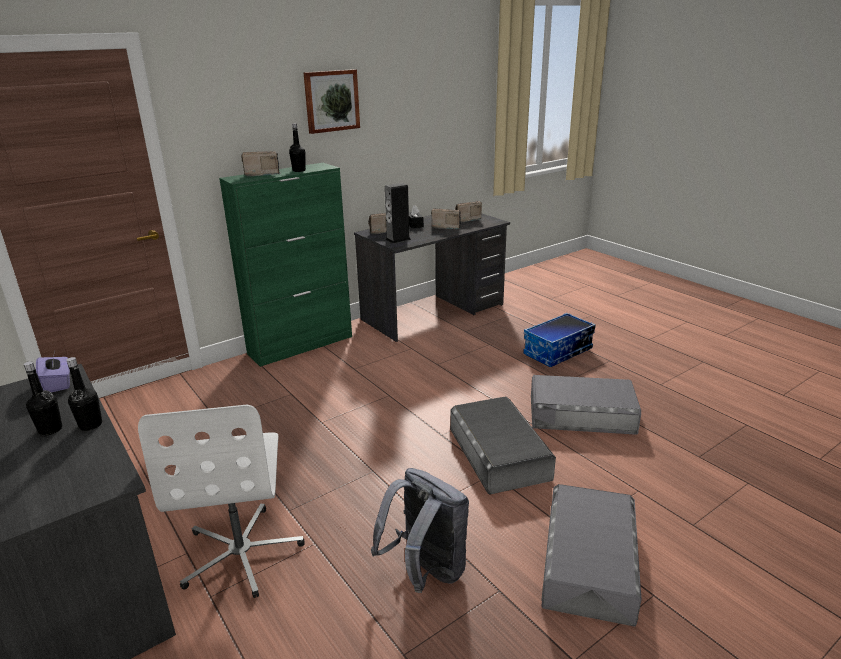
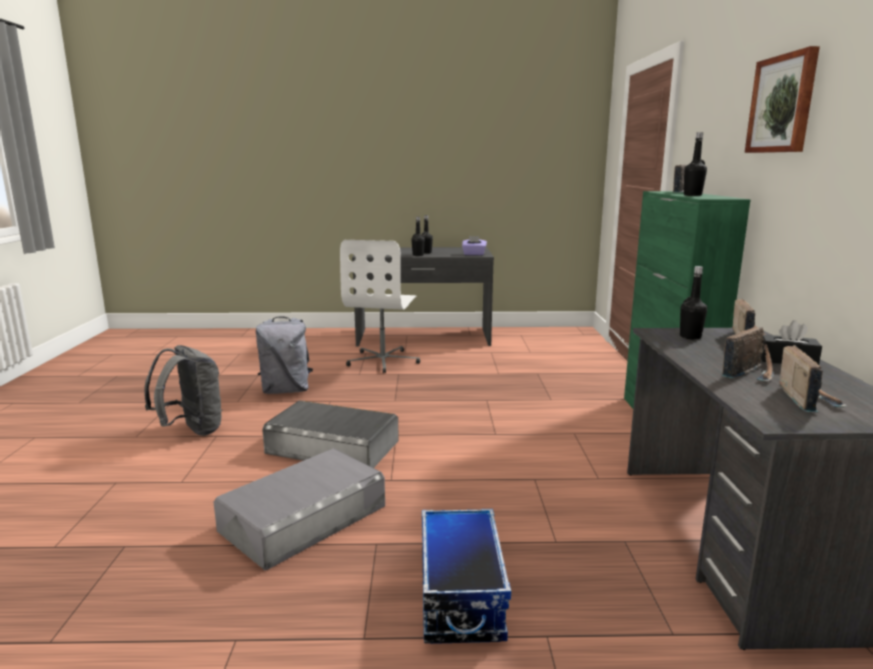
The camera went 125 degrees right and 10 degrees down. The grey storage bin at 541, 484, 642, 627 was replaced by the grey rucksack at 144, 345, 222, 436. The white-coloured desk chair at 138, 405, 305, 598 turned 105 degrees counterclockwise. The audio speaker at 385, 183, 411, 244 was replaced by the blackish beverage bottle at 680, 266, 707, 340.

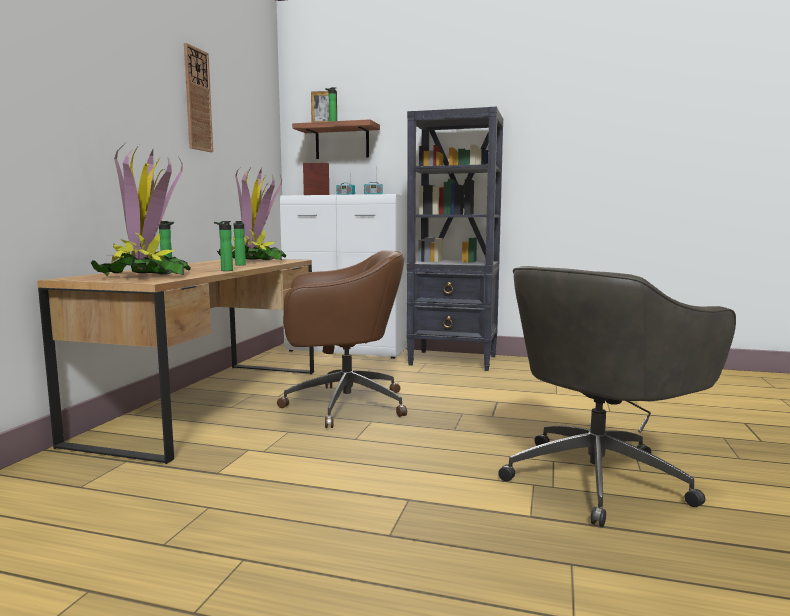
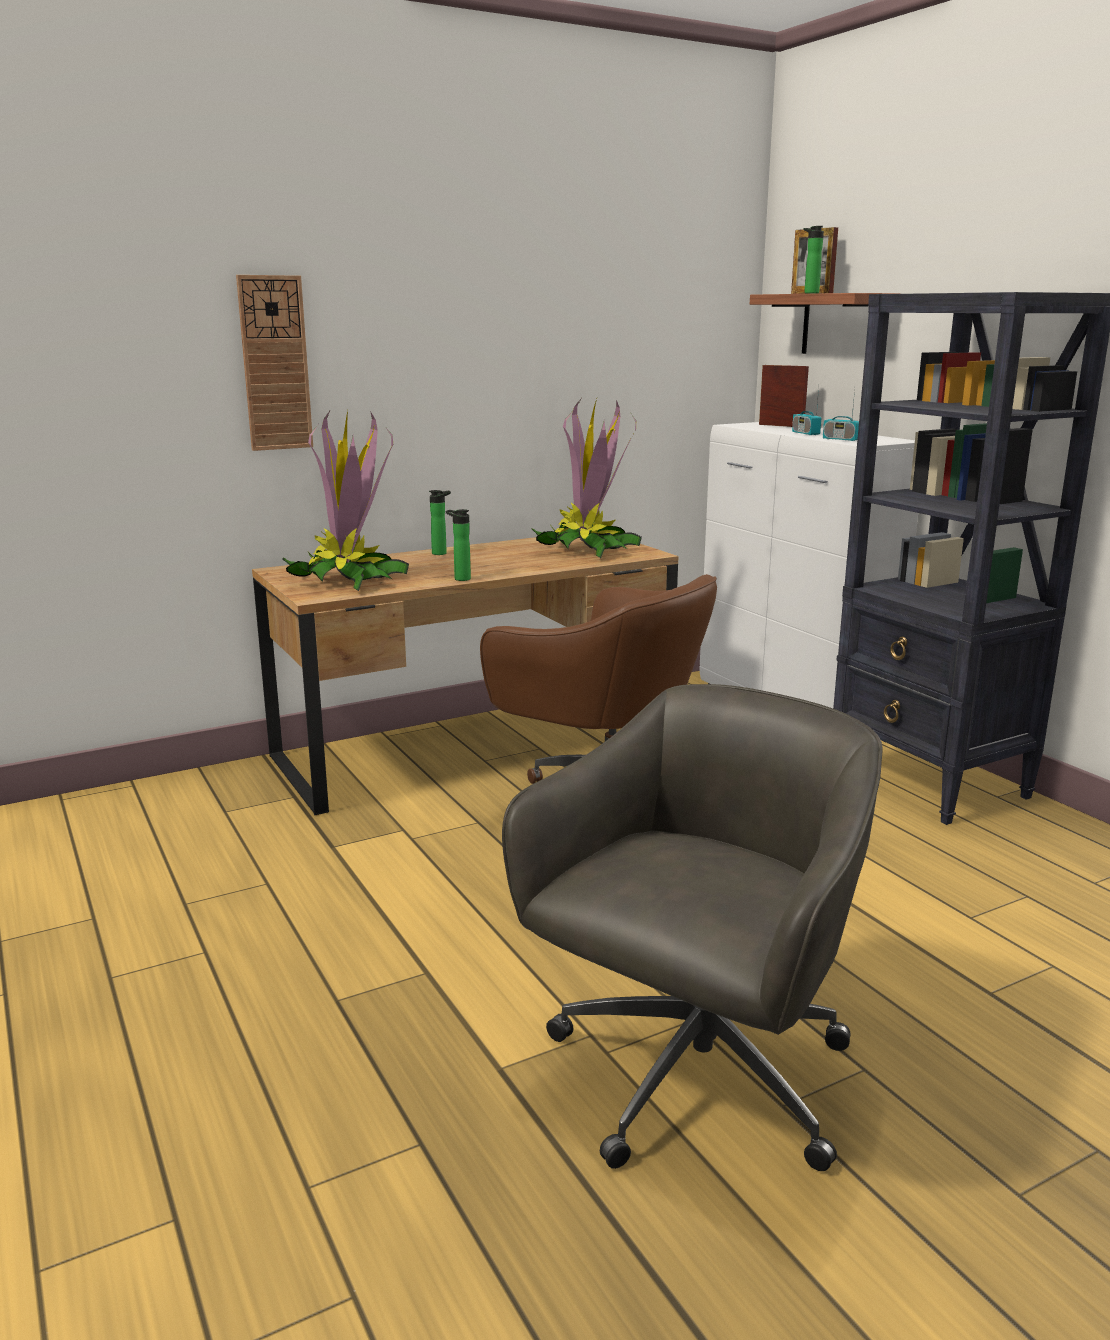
The camera went 45 degrees right and 10 degrees up. The hanging clock moved from 184, 43, 213, 152 to 236, 275, 313, 451. The grey desk chair at 498, 266, 736, 527 turned 120 degrees clockwise. The beverage bottle at 234, 221, 246, 266 disappeared.

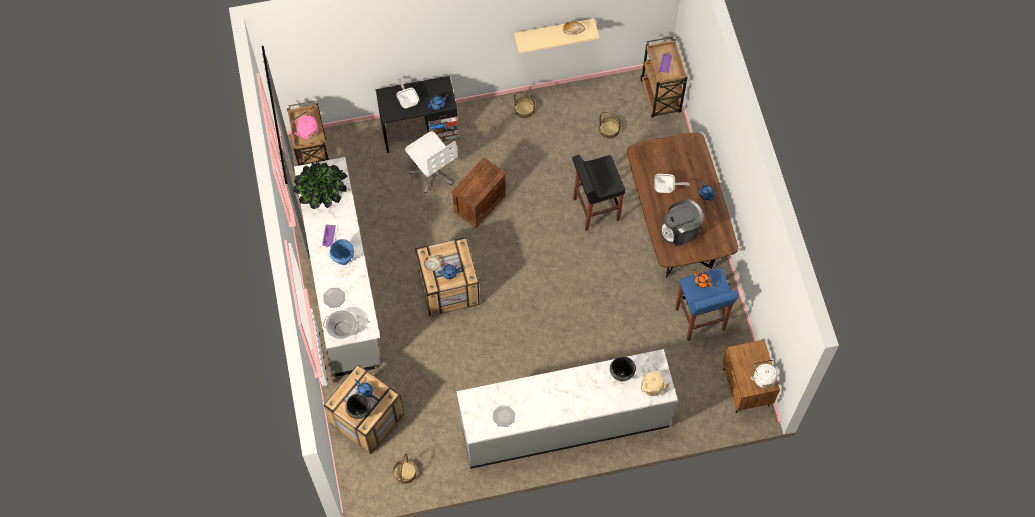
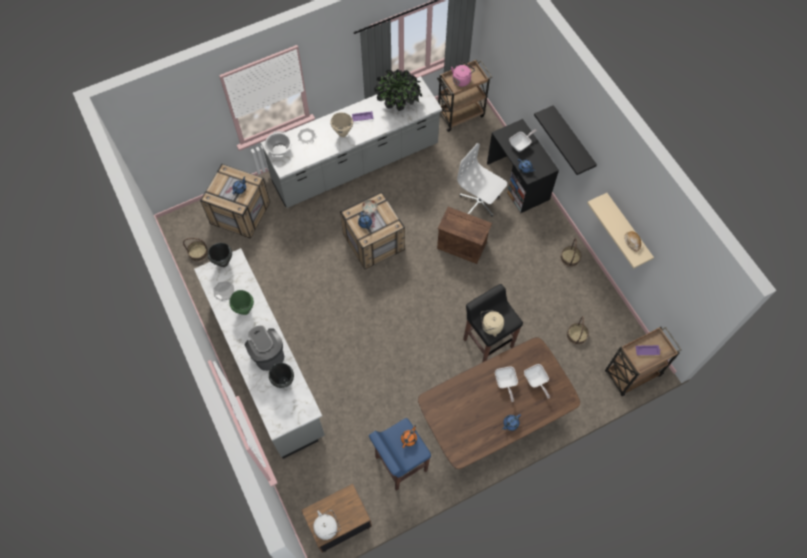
The camera went 75 degrees right and 0 degrees up. The blackish saucepot moved from 346, 394, 371, 419 to 208, 243, 232, 267. The green-coloured saucepot at 229, 290, 254, 315 appeared. The coffee machine moved from 661, 199, 703, 246 to 244, 326, 284, 371. The blue-coloured saucepot at 330, 239, 354, 265 became the beige-coloured saucepot at 330, 112, 353, 137. The white-coloured desk chair at 405, 131, 458, 193 turned 90 degrees clockwise. The beige-coloured tea kettle moved from 641, 371, 670, 396 to 481, 310, 504, 337. The skillet at 524, 364, 550, 399 appeared. The blackish wall shelf at 534, 105, 597, 175 appeared.

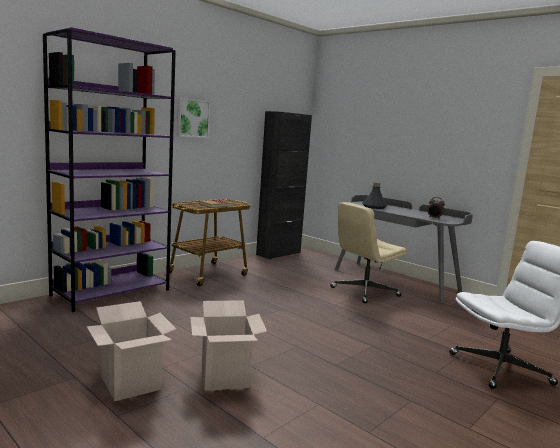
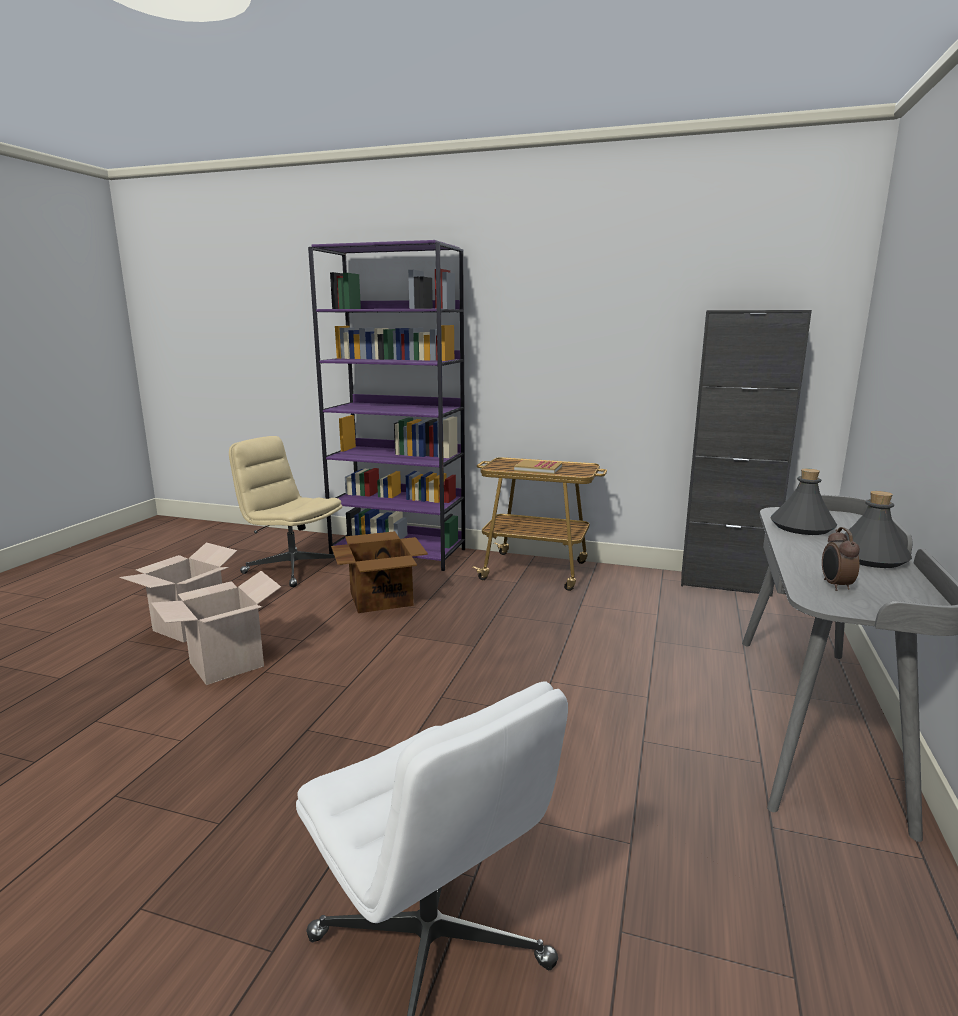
The camera went 65 degrees right and 5 degrees up. The beige-coloured desk chair moved from 331, 202, 407, 303 to 229, 436, 343, 587. The carton at 331, 531, 428, 613 appeared. The grey beverage bottle at 845, 491, 912, 568 appeared. The wall picture at 177, 98, 210, 138 disappeared.

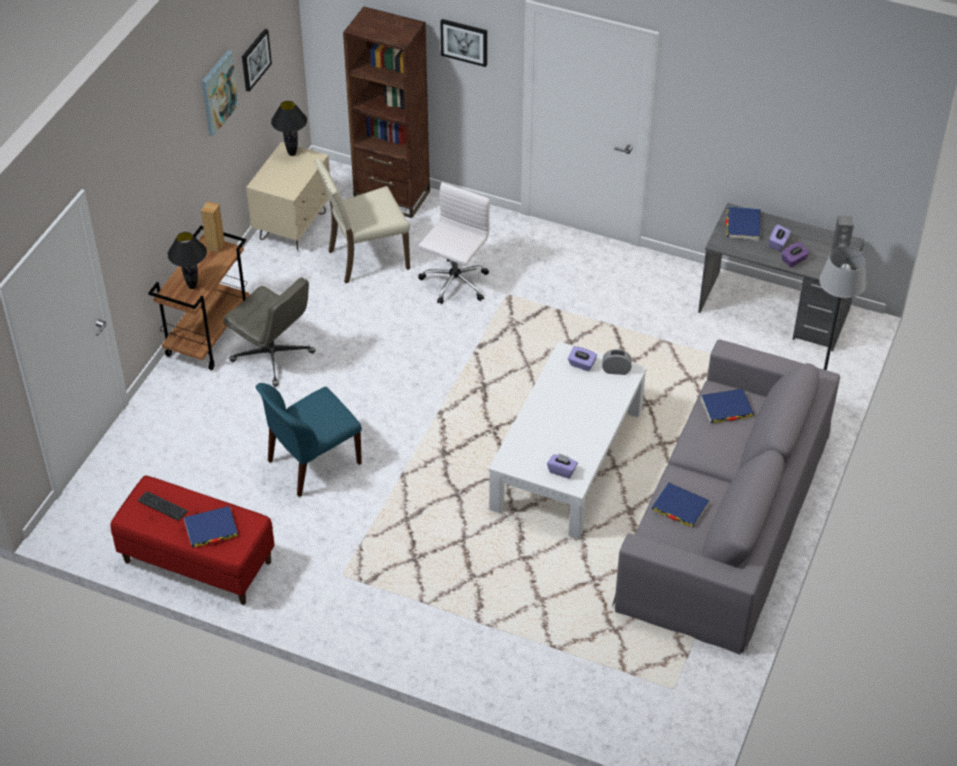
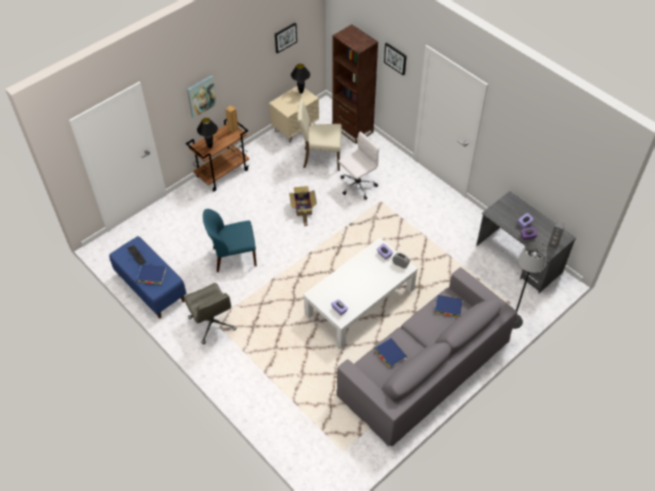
The camera went 25 degrees right and 5 degrees up. The red long seat at 110, 476, 275, 605 became the blue-coloured long seat at 109, 236, 186, 319. The grey desk chair moved from 224, 277, 315, 387 to 184, 283, 237, 344. The wall picture moved from 202, 50, 239, 136 to 187, 75, 217, 118. The carton at 289, 186, 317, 226 appeared. The blue-coloured volume at 725, 207, 761, 241 disappeared.

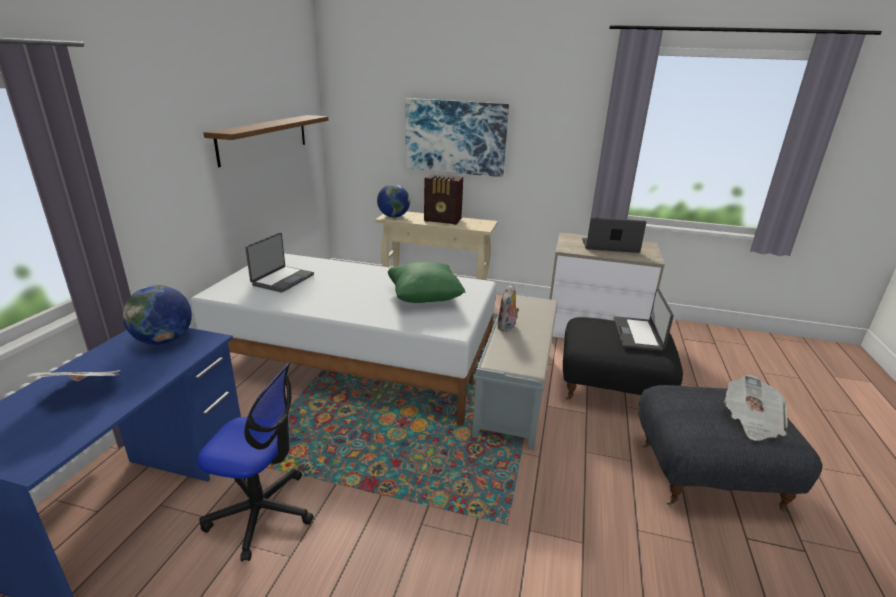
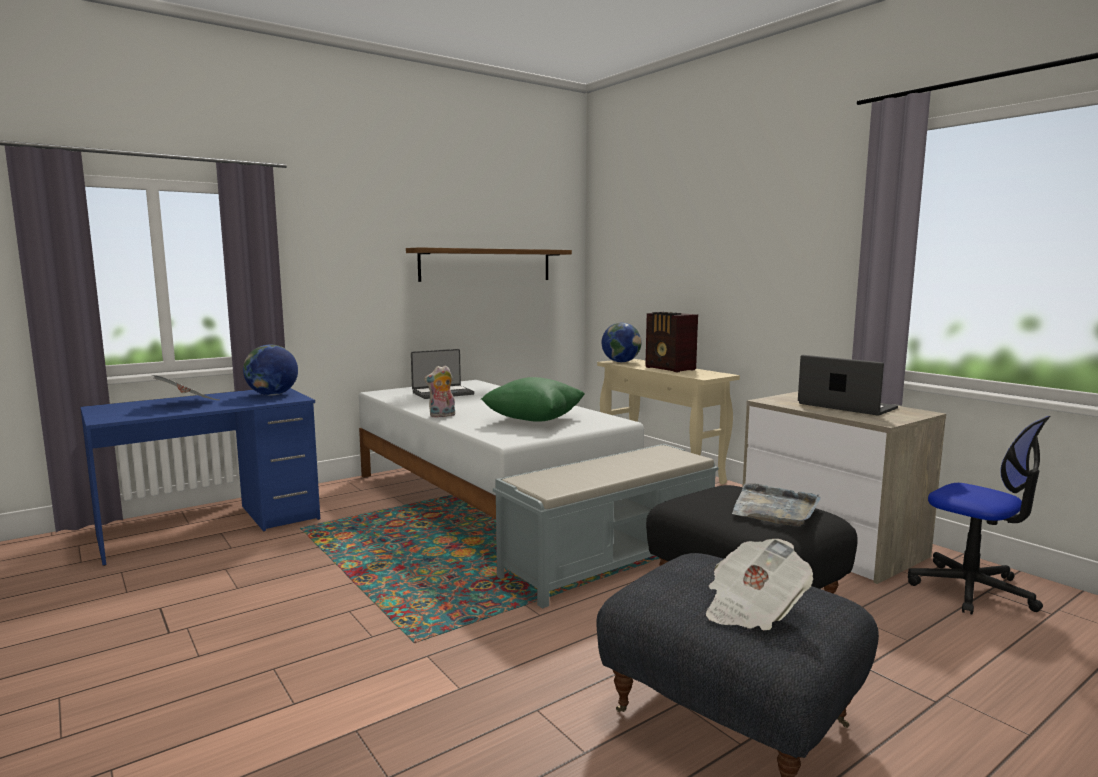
The camera went 40 degrees right and 15 degrees down. The soft toy moved from 497, 284, 519, 331 to 424, 365, 455, 417. The notebook computer at 614, 288, 674, 351 was replaced by the grey carrying tray at 732, 483, 821, 526. The desk chair moved from 197, 362, 314, 561 to 908, 416, 1050, 614. The wall picture at 405, 98, 509, 177 disappeared.

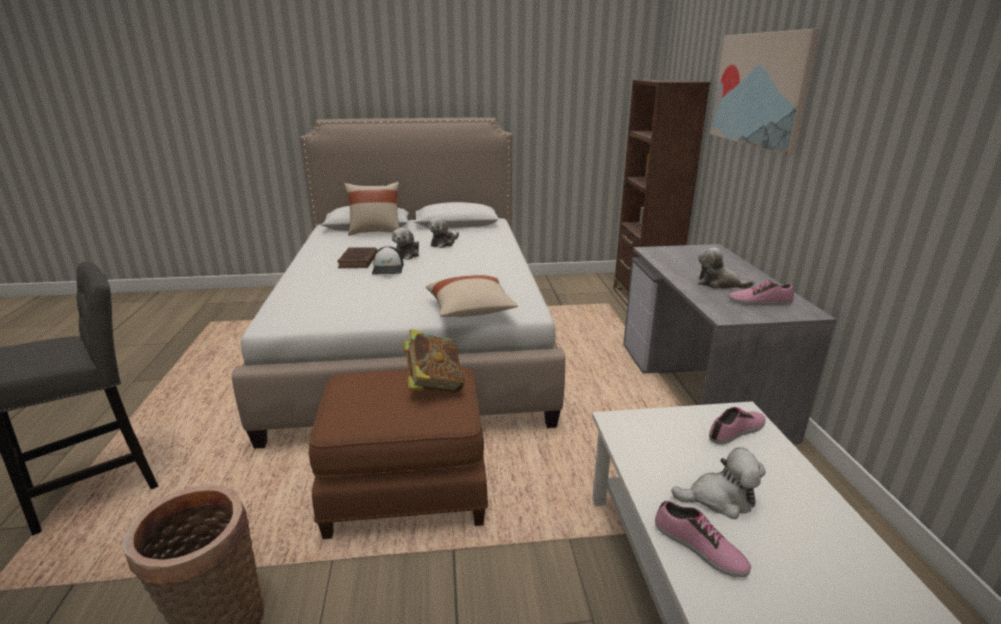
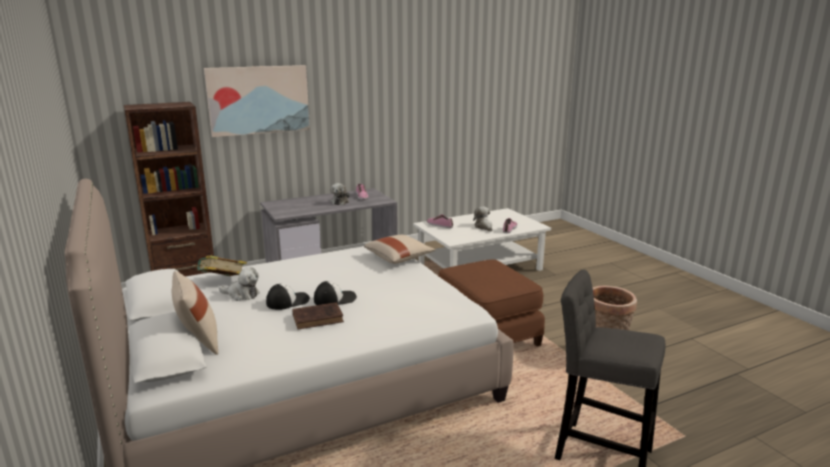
The camera went 110 degrees left and 5 degrees down. The volume moved from 403, 329, 465, 393 to 195, 255, 247, 276. The soft toy at 392, 228, 419, 260 was replaced by the peaked cap at 266, 284, 310, 310.

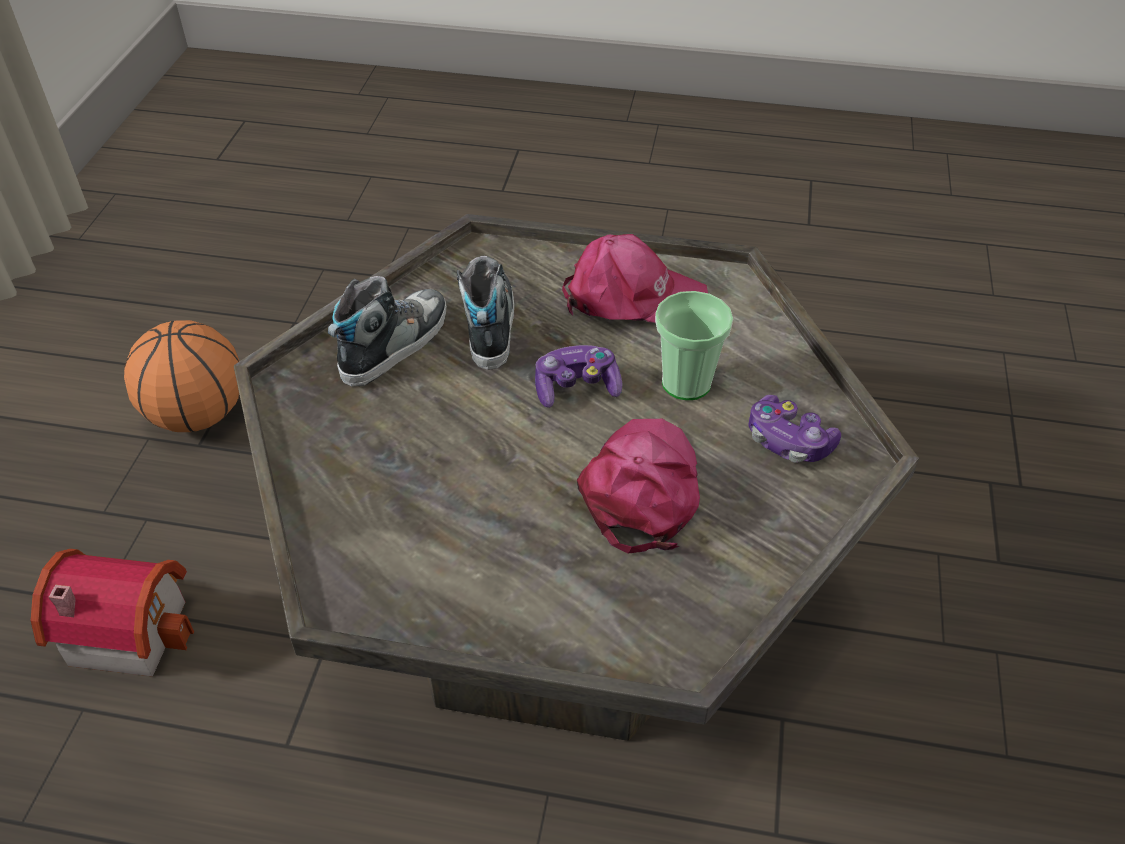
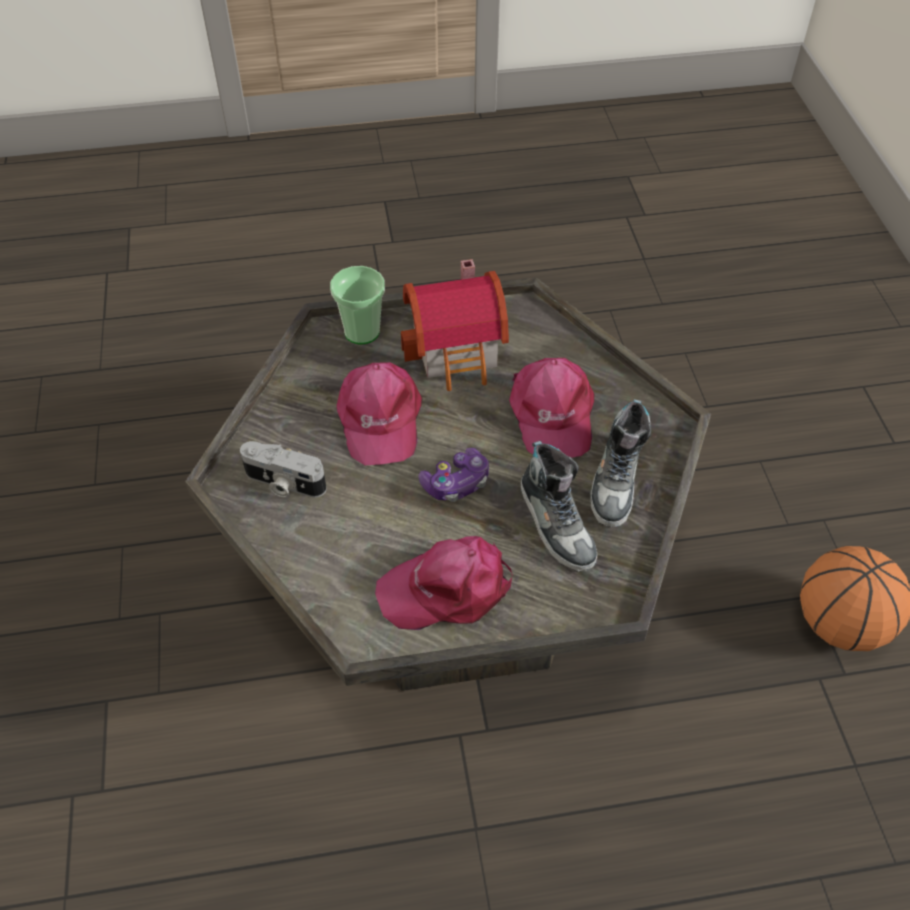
The camera went 160 degrees right and 5 degrees up. The gamepad at 748, 395, 841, 463 was replaced by the photo camera at 240, 441, 326, 498. The cup moved from 655, 291, 733, 400 to 330, 266, 385, 344. The toy house moved from 31, 549, 194, 677 to 401, 259, 509, 391. The pinkish peaked cap at 509, 358, 594, 458 appeared.

